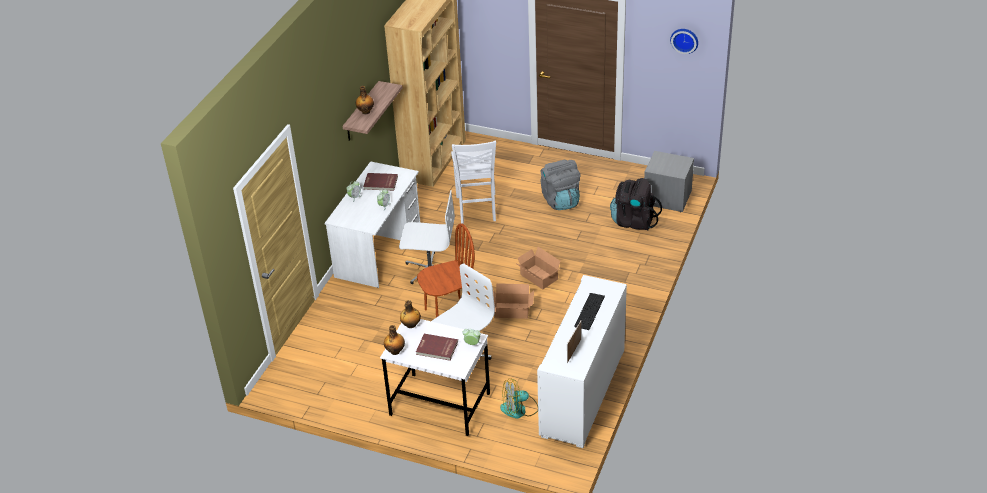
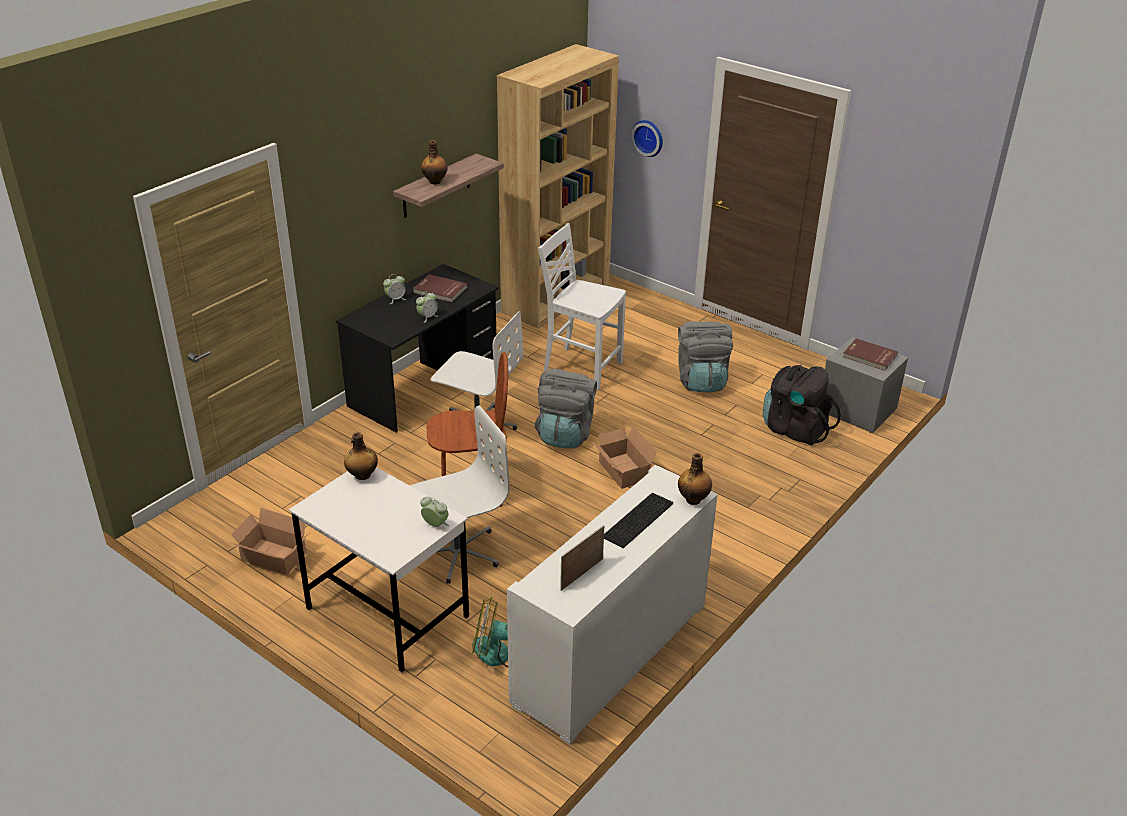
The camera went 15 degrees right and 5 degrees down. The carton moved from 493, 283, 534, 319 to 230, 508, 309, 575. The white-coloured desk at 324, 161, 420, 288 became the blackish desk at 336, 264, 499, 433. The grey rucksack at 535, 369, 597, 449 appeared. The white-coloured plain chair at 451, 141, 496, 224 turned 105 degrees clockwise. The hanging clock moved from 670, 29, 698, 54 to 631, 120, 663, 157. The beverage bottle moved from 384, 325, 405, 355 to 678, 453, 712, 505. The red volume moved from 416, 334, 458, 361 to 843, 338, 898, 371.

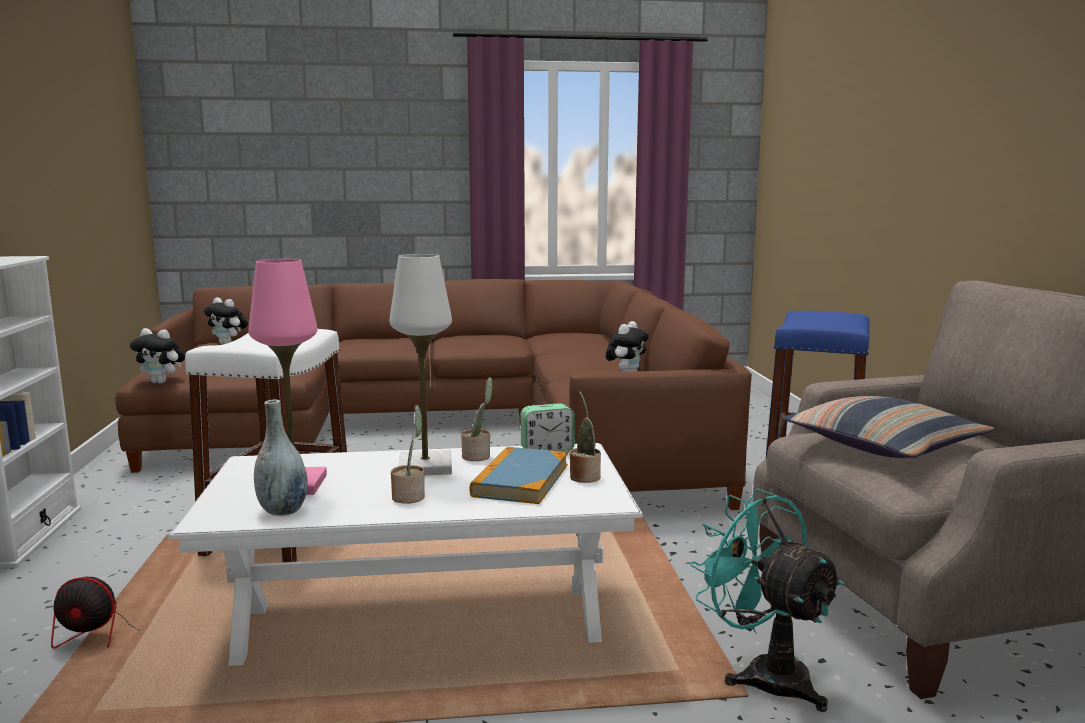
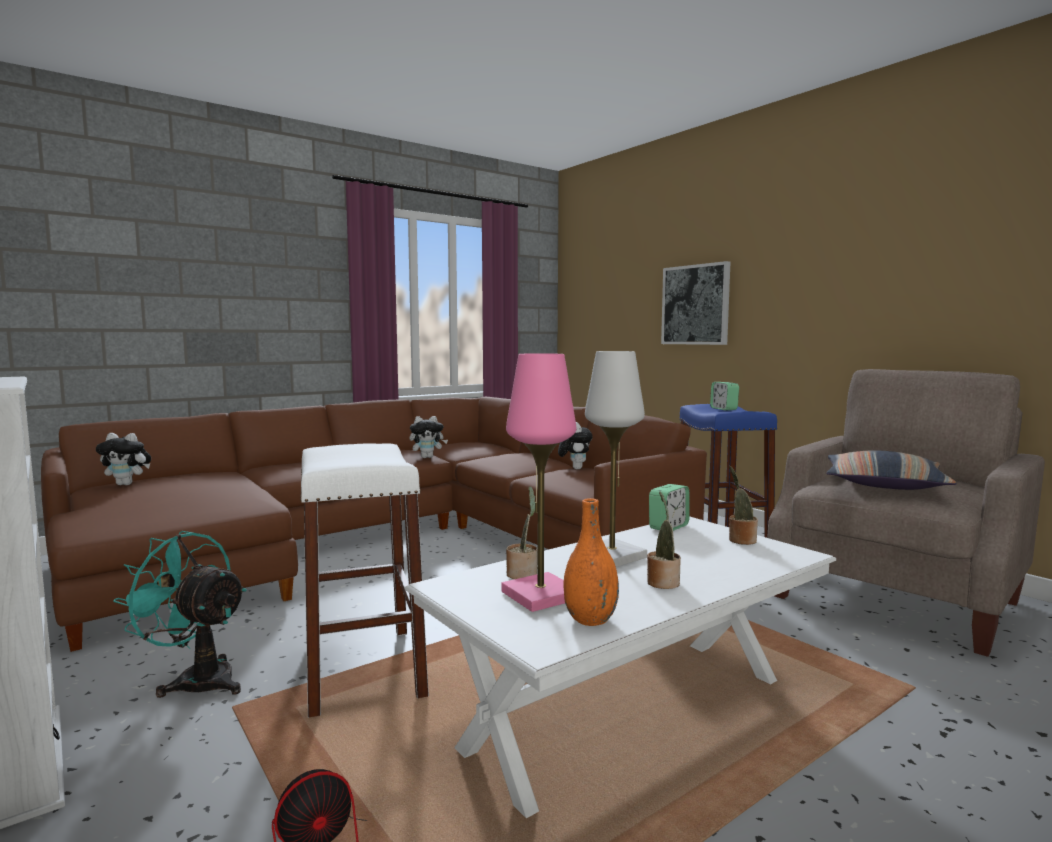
The camera went 30 degrees left and 5 degrees down. The turquoise electric fan moved from 690, 489, 844, 712 to 113, 531, 247, 698. The soft toy moved from 130, 328, 185, 384 to 409, 416, 448, 458. The plant in a pot moved from 461, 377, 493, 461 to 506, 486, 538, 579. The grey vase at 254, 399, 308, 516 became the orange-coloured vase at 564, 498, 619, 626. The wall picture at 661, 261, 731, 345 appeared. The table clock at 710, 382, 739, 410 appeared. The volume at 470, 447, 568, 504 disappeared.

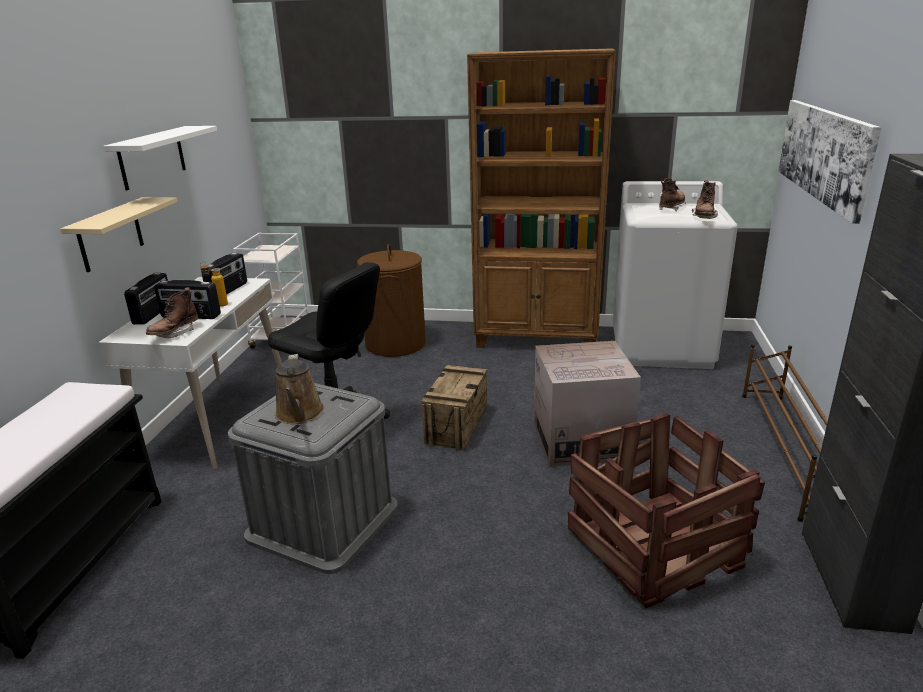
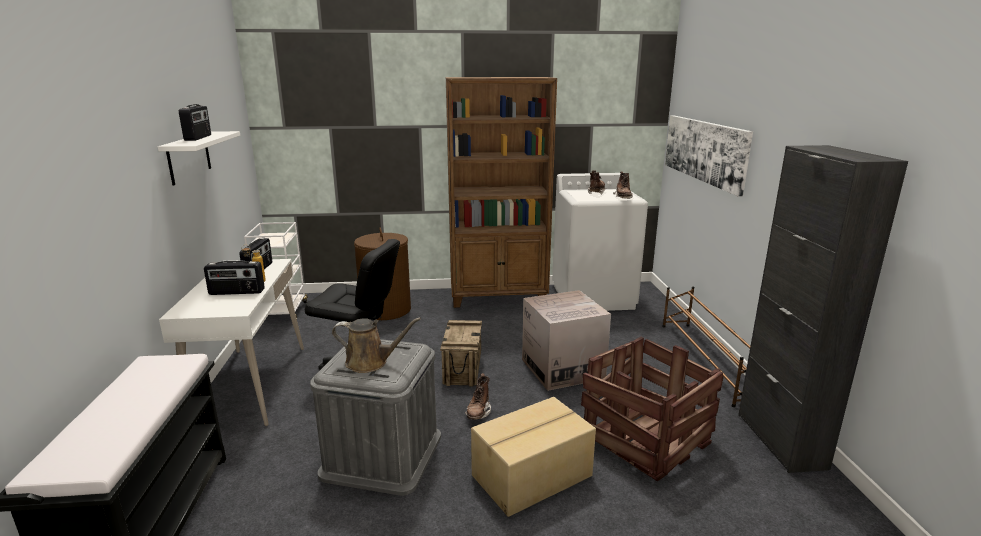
The camera went 15 degrees left and 5 degrees down. The radio receiver moved from 124, 272, 168, 325 to 179, 104, 211, 141. The brown watering pot at 275, 354, 324, 424 turned 60 degrees counterclockwise. The brown tall boot moved from 146, 287, 198, 338 to 465, 373, 491, 420. The carton at 471, 397, 596, 517 appeared. The beige-coloured wall shelf at 60, 197, 178, 272 disappeared.

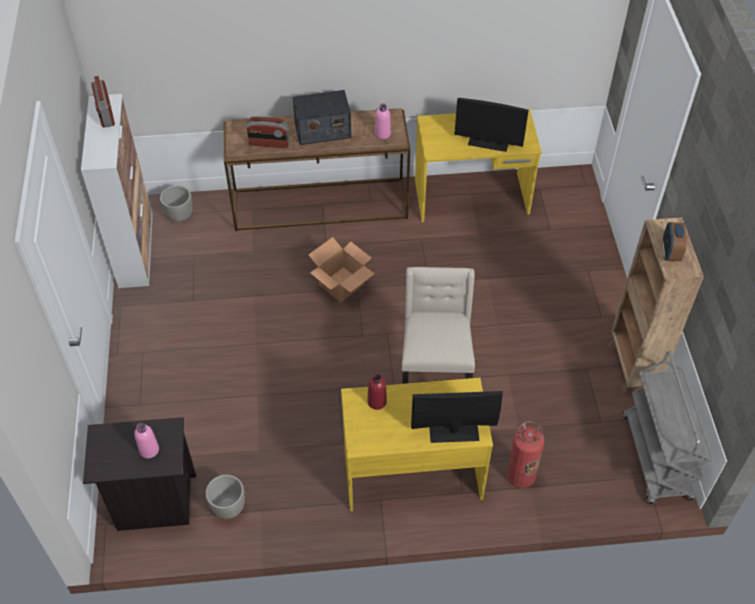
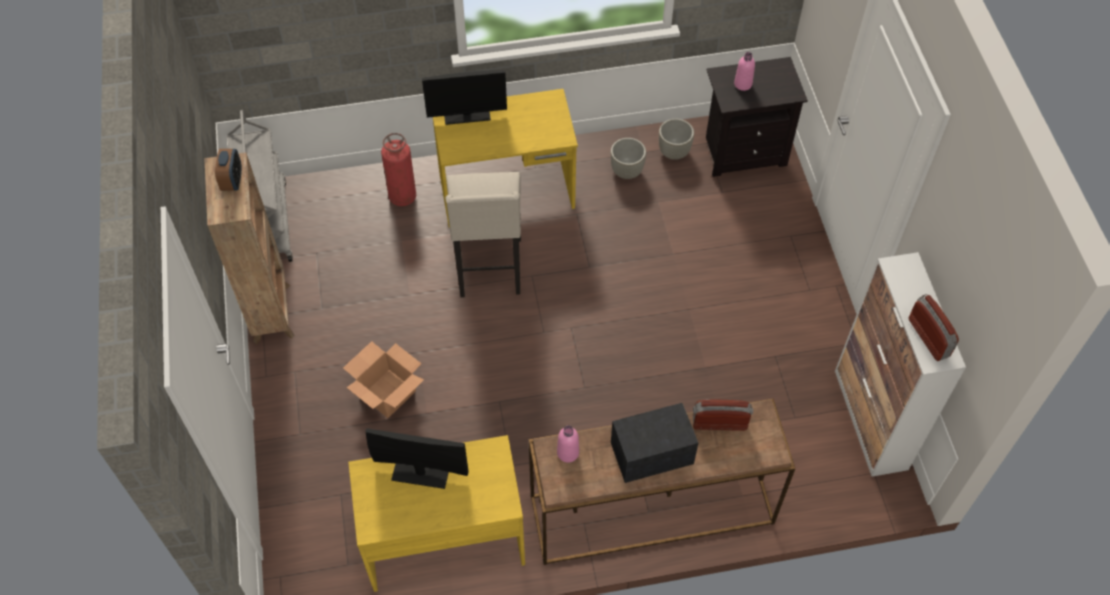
The camera went 175 degrees right and 5 degrees up. The carton moved from 308, 237, 375, 302 to 343, 341, 424, 418. The grey flower pot moved from 160, 186, 192, 222 to 611, 138, 646, 179. The red beverage bottle at 367, 374, 387, 410 disappeared.

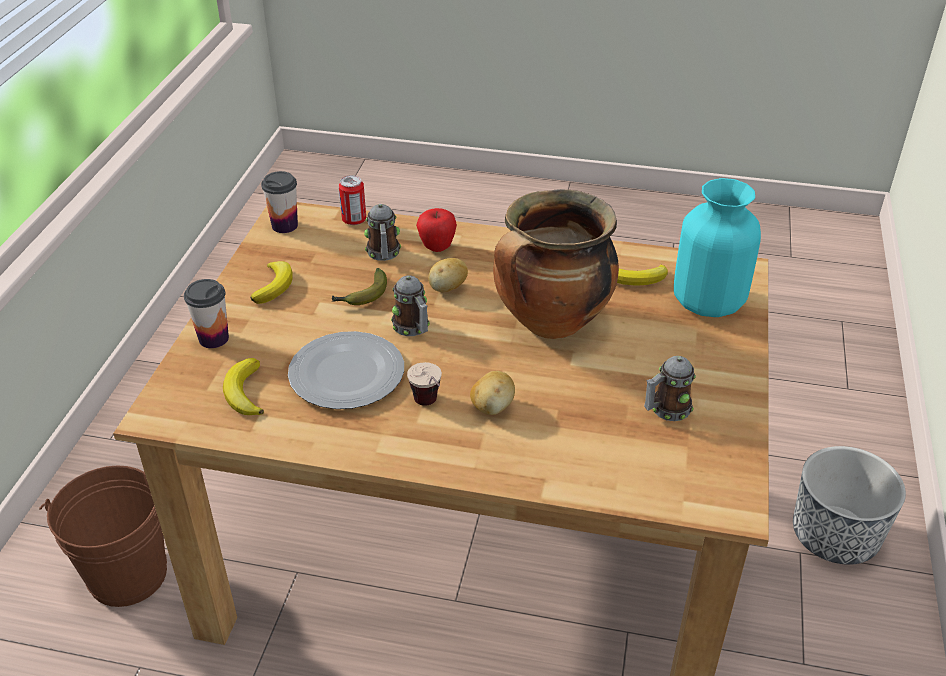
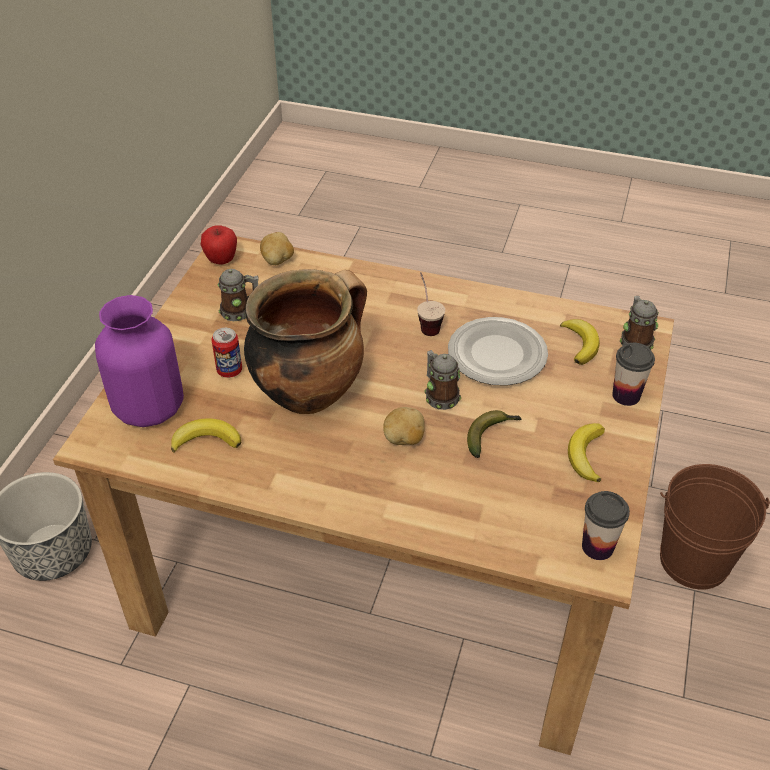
The camera went 175 degrees left and 5 degrees up. The turquoise vase at 674, 178, 761, 317 became the purple-coloured vase at 95, 295, 184, 427. The apple moved from 416, 208, 457, 252 to 200, 225, 237, 265. The sealed can moved from 339, 175, 366, 225 to 212, 328, 242, 378. The spud moved from 470, 371, 515, 415 to 260, 232, 294, 265. The mug moved from 364, 204, 401, 261 to 620, 296, 659, 350.

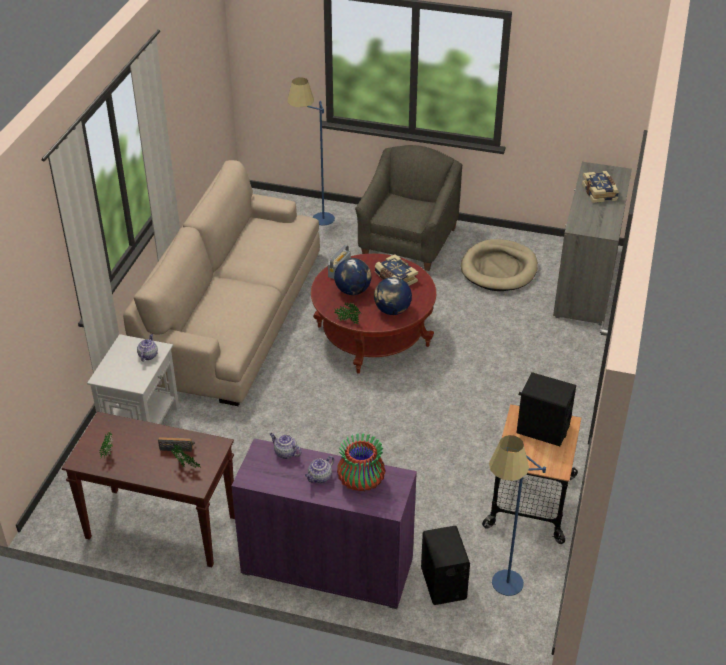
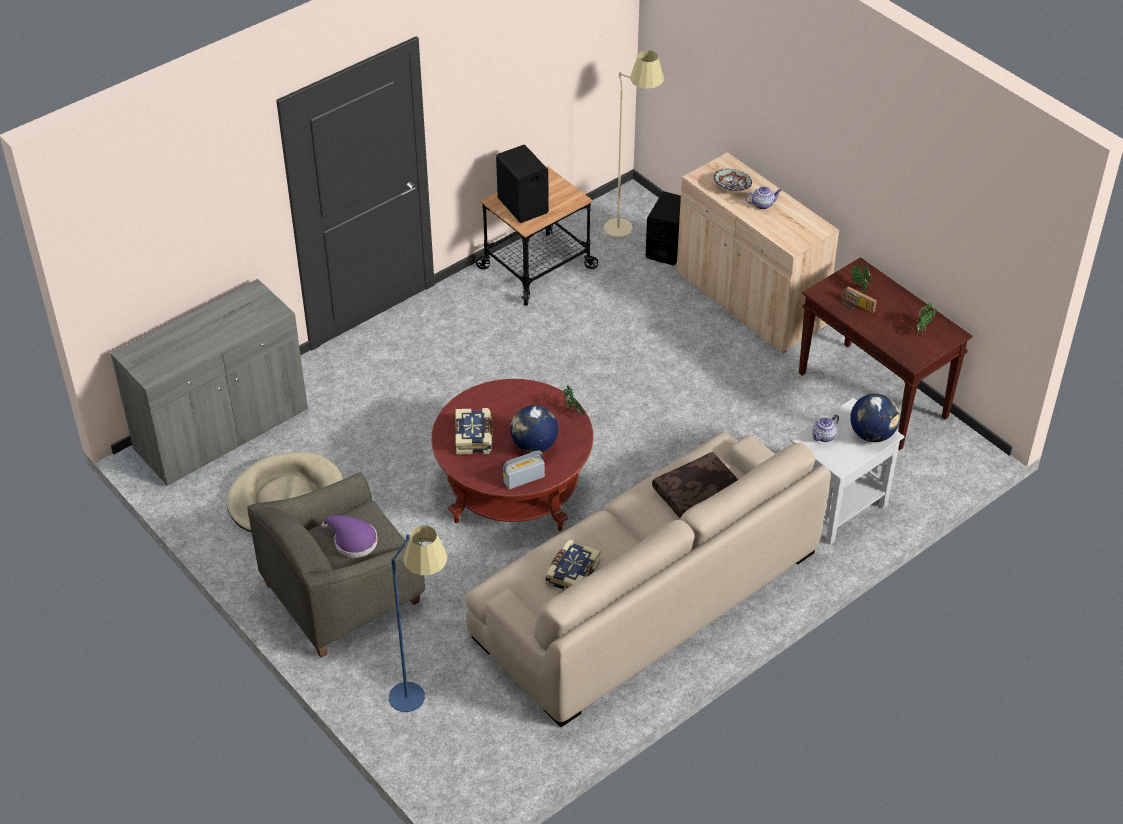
The camera went 145 degrees left and 5 degrees up. The purple-coloured clothing hat at 322, 515, 378, 558 appeared. The volume moved from 582, 171, 619, 203 to 545, 539, 601, 592. The blue-coloured standard lamp at 489, 435, 546, 596 became the beige-coloured standard lamp at 604, 50, 664, 237. The brown throw pillow at 652, 452, 738, 518 appeared. The purple-coloured storage cabinet at 231, 438, 417, 609 became the beige-coloured storage cabinet at 676, 152, 839, 353. The vase at 337, 433, 385, 492 was replaced by the serving bowl at 714, 169, 752, 192. The desk globe moved from 374, 277, 412, 315 to 850, 394, 900, 442. The pot for tea at 270, 433, 301, 459 disappeared.

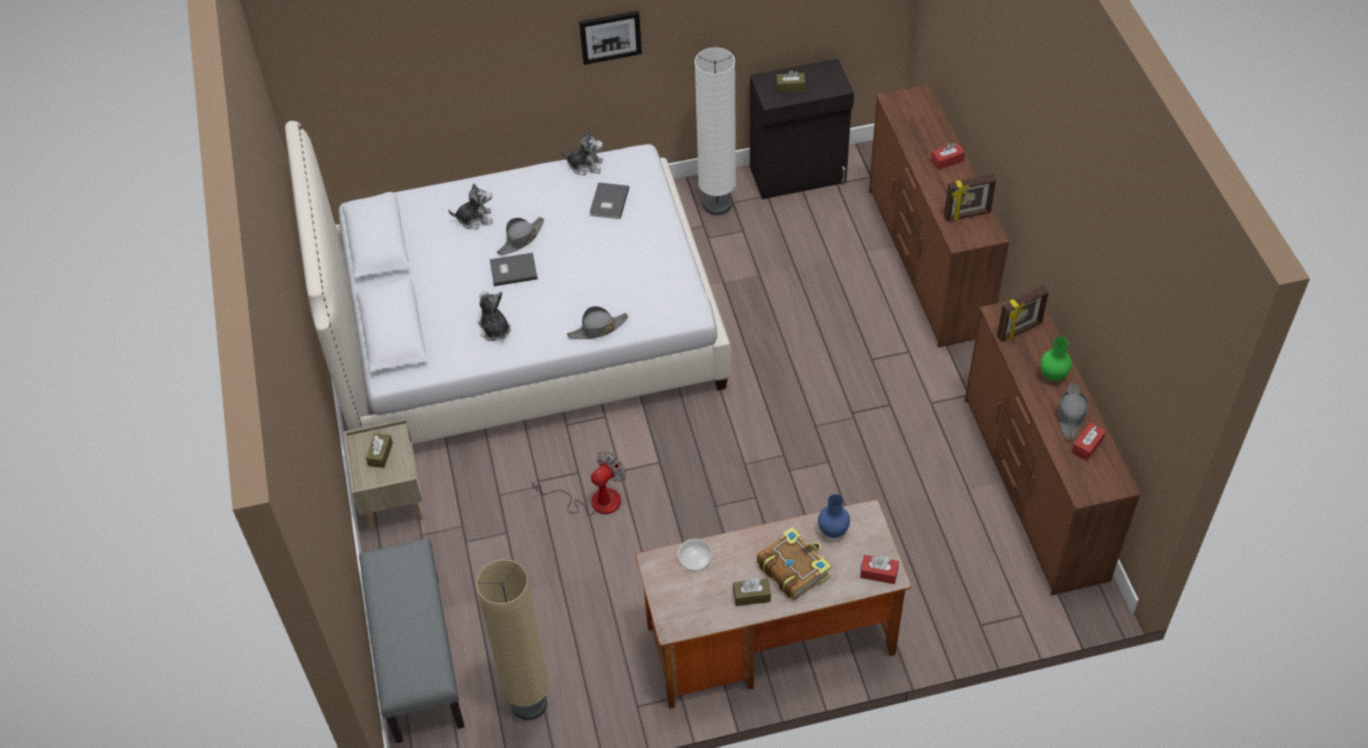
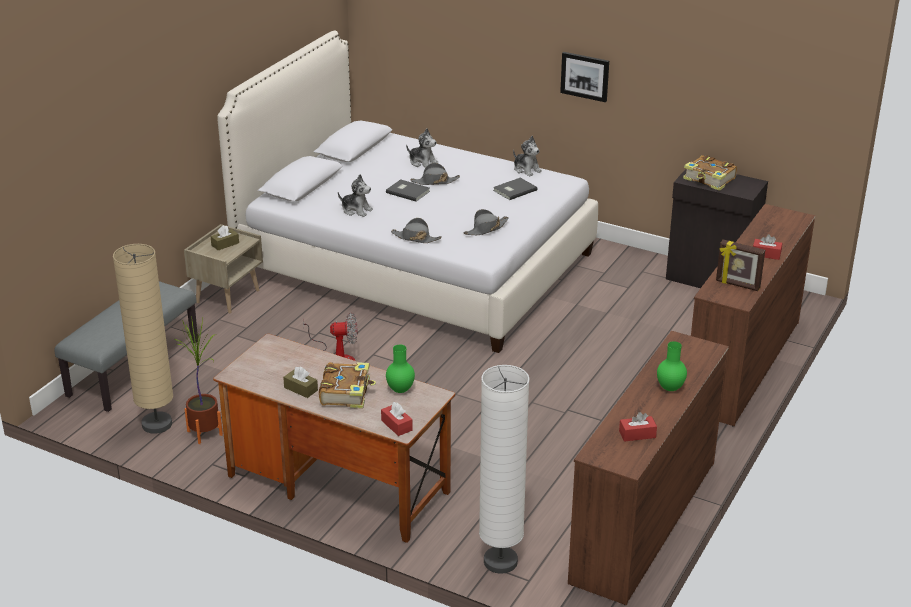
The camera went 40 degrees right and 20 degrees down. The plant in a pot at 175, 316, 223, 444 appeared. The soft toy at 477, 291, 511, 341 turned 105 degrees clockwise. The blue-coloured vase at 818, 494, 850, 538 became the green-coloured vase at 386, 345, 415, 393. The grey clothing hat moved from 1058, 383, 1089, 440 to 463, 209, 509, 235. The white-coloured standard lamp moved from 694, 47, 736, 215 to 479, 365, 530, 574. The brown tissue holder at 776, 70, 806, 93 was replaced by the volume at 683, 155, 737, 191. The serving bowl at 678, 538, 712, 571 disappeared. The photo frame at 997, 285, 1049, 342 disappeared.

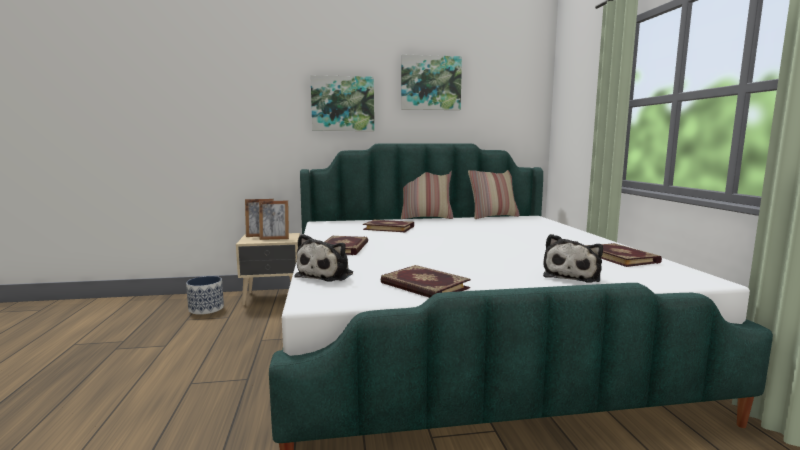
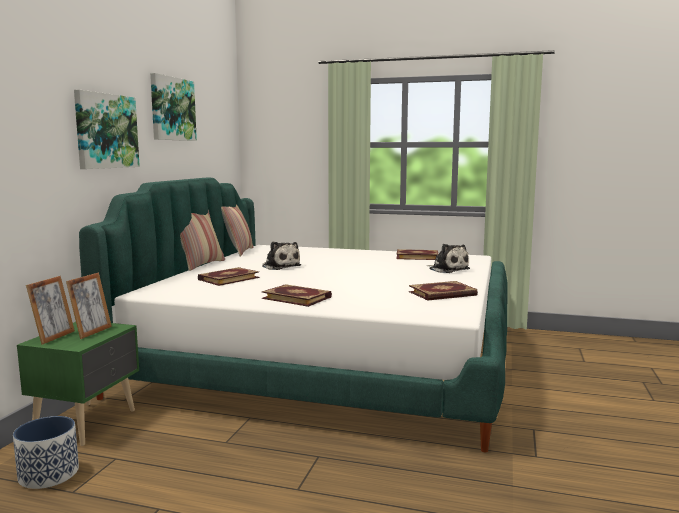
The camera went 65 degrees left and 0 degrees up. The beige-coloured nightstand at 236, 233, 300, 306 became the green-coloured nightstand at 17, 322, 139, 446. The soft toy moved from 294, 234, 353, 282 to 262, 241, 301, 270.

